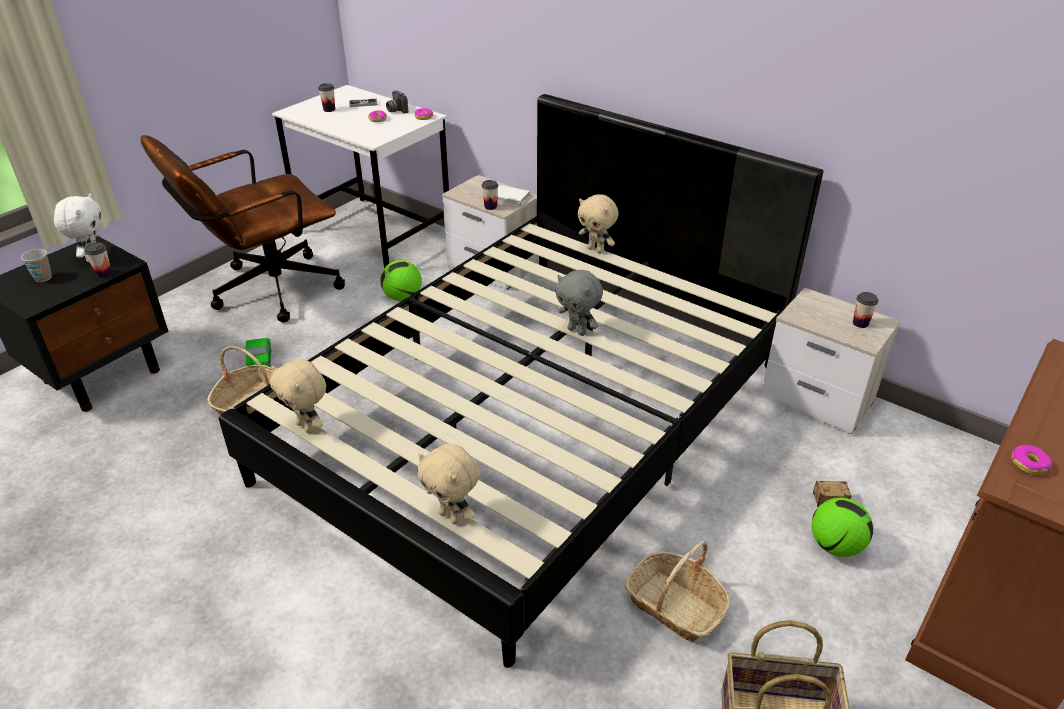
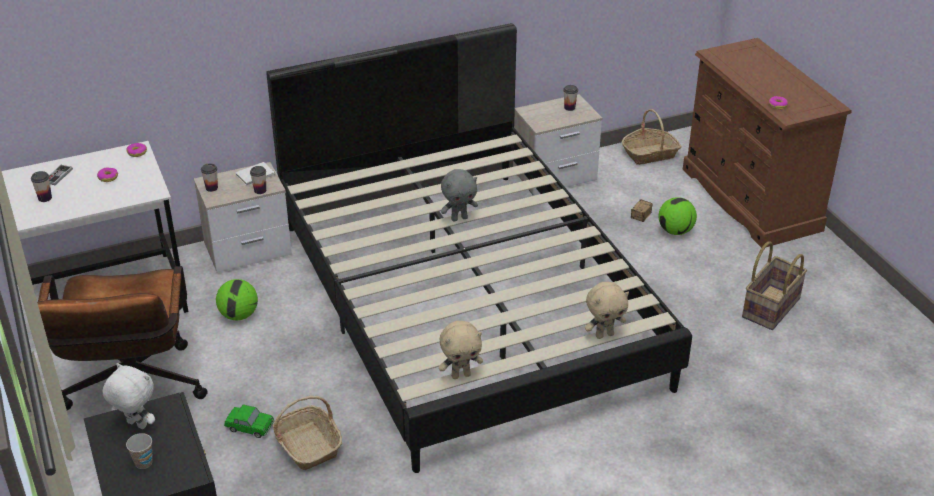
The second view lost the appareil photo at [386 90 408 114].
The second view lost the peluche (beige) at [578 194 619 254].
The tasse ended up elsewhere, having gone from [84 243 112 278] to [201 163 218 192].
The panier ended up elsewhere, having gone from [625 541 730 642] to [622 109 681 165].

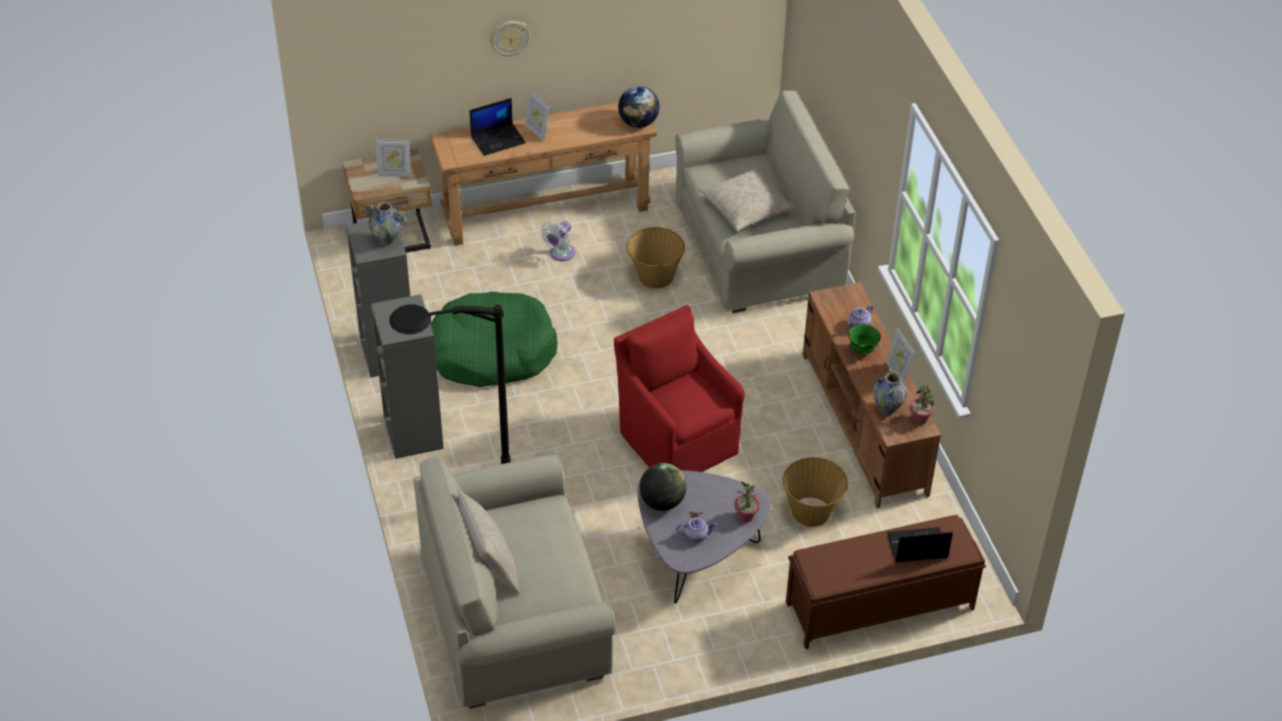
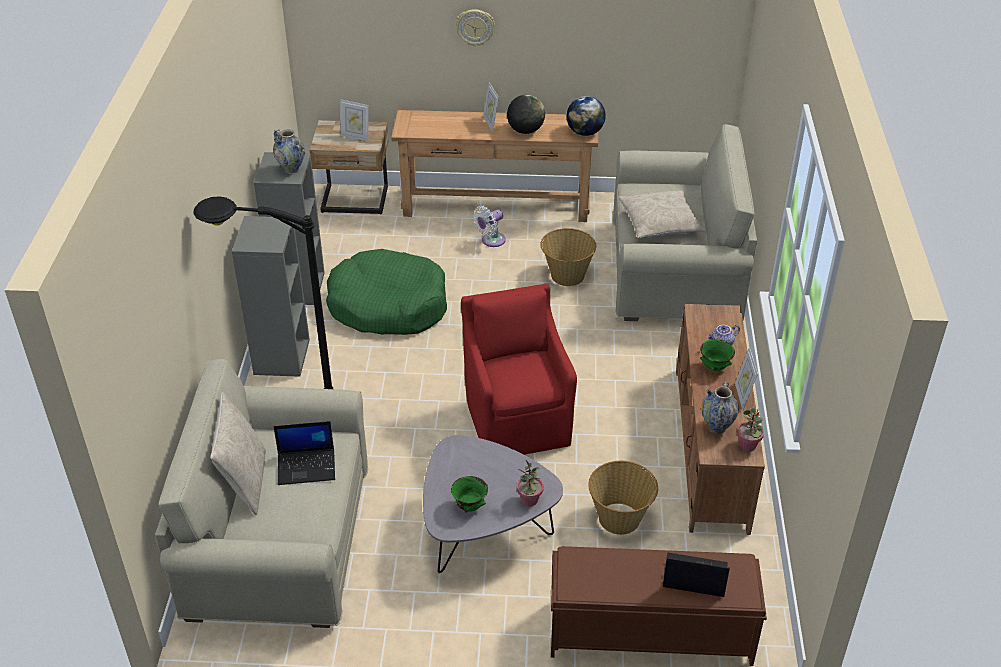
The ordinateur portable ended up elsewhere, having gone from [470 98 526 156] to [273 421 335 485].
The globe ended up elsewhere, having gone from [640 463 686 511] to [507 95 545 134].
Where the théière stood at [676 518 717 542], the bol (vert) came to stand at [451 476 488 512].

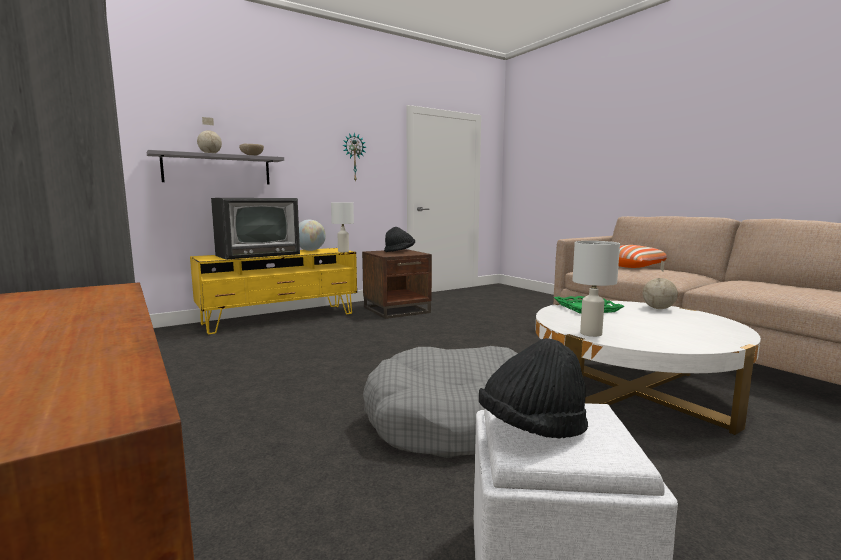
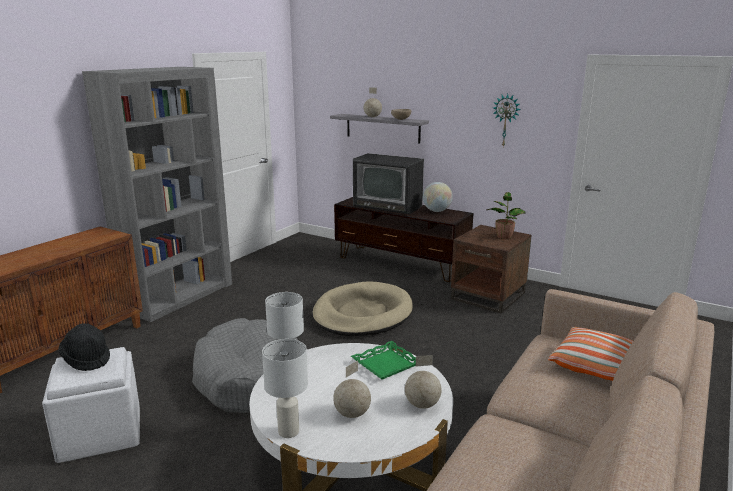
The second view gained the panier pour chien (beige) at [312 281 413 336].
The second view gained the globe at [333 361 371 418].
The lampe de table (blanc) ended up elsewhere, having gone from [331 203 354 252] to [262 339 308 438].
Where the chapeau (noir) stood at [384 227 415 252], the plante en pot came to stand at [486 192 525 239].
What was the meuble télé (jaune) at [190 248 357 334] turned into the meuble télé (marron) at [334 197 474 282].

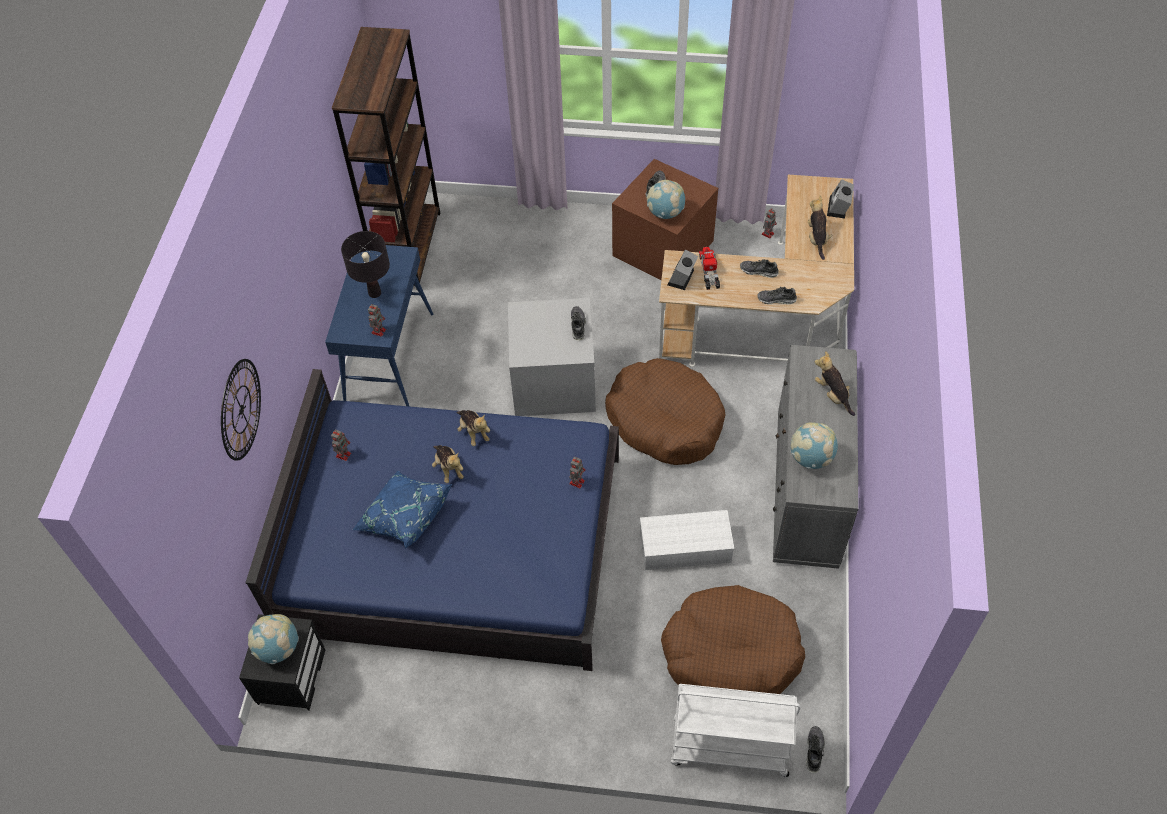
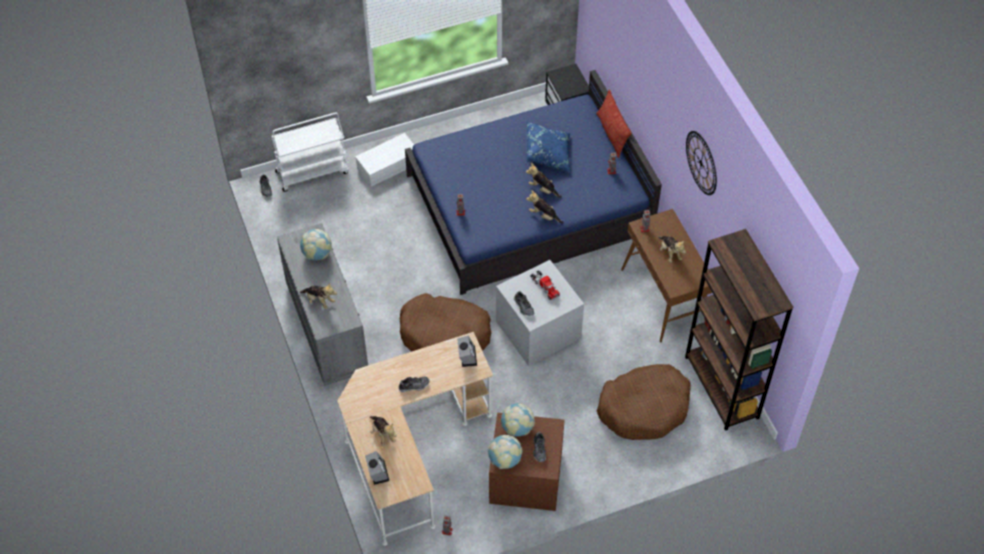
The second view lost the chaussure at [757 287 797 304].
The second view gained the coussin at [596 90 632 158].
The horloge murale ended up elsewhere, having gone from [221 359 261 461] to [686 131 717 195].
The globe ended up elsewhere, having gone from [248 614 299 664] to [488 435 522 469].
The boîte de rangement (blanc) ended up elsewhere, having gone from [640 510 734 570] to [355 133 414 187].
The panier pour chien (marron) ended up elsewhere, having gone from [661 585 805 694] to [597 364 691 440].
The camion jouet ended up elsewhere, having gone from [699 247 720 290] to [531 270 560 301].
Where the lampe de table (noir) stood at [341 231 390 298], the peluche came to stand at [658 236 686 262].
What was the table console (bleu) at [325 245 433 407] turned into the table console (marron) at [621 209 712 343].

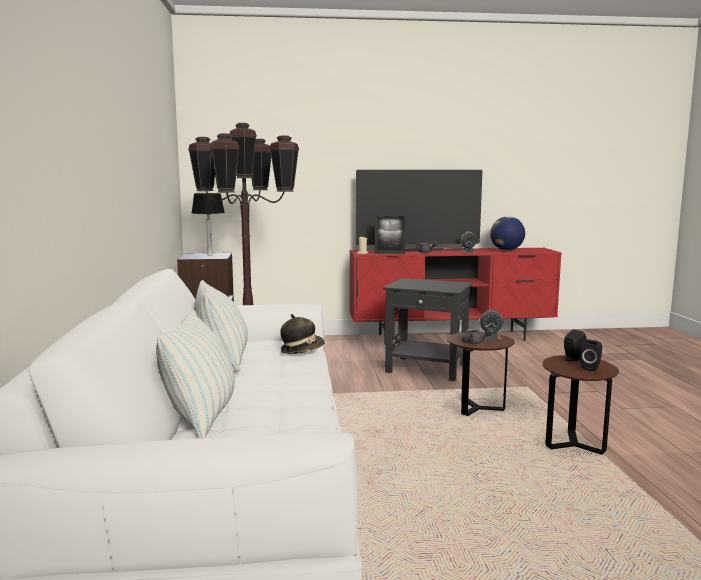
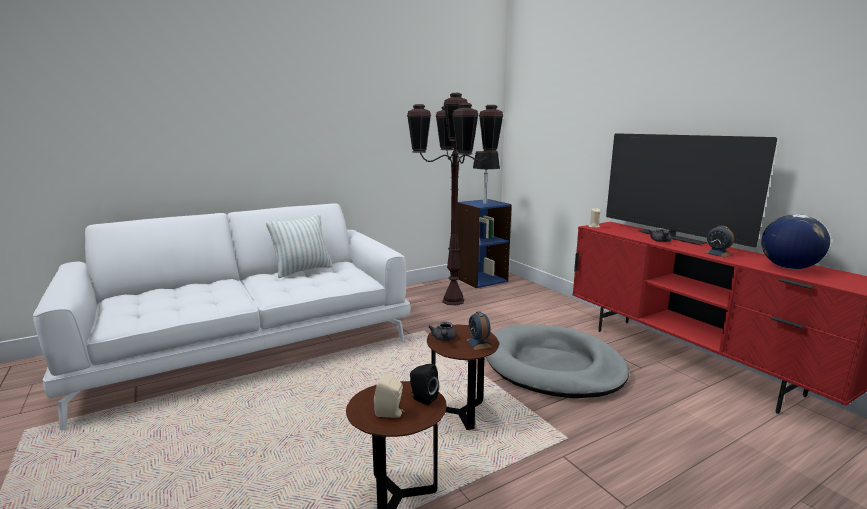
The second view lost the coussin at [156 310 235 438].
The second view lost the chapeau at [280 314 324 354].
The second view lost the cadre photo at [375 216 406 254].
Where the table d'appoint (noir) stood at [383 278 473 381], the panier pour chien (gris) came to stand at [486 324 629 398].
What was the enceinte (noir) at [580 339 602 372] turned into the enceinte (beige) at [374 373 405 418].

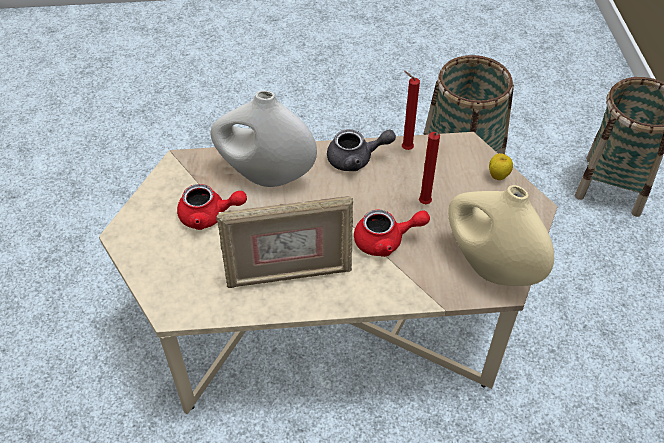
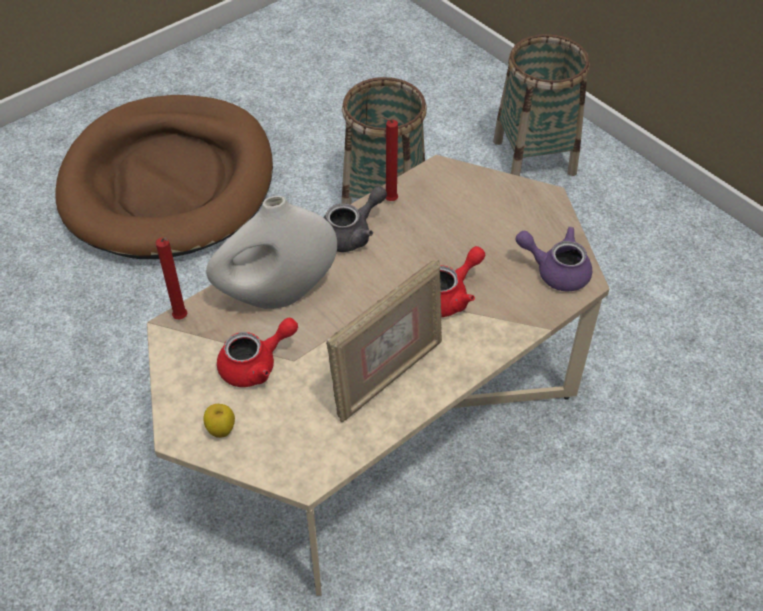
The second view gained the panier pour chien (marron) at [55 95 273 259].
The bougie (rouge) ended up elsewhere, having gone from [419 132 440 204] to [156 237 187 320].
The pomme ended up elsewhere, having gone from [489 153 513 180] to [203 404 235 438].
Where the vase (beige) stood at [448 185 554 286], the théière (violet) came to stand at [516 227 592 291].

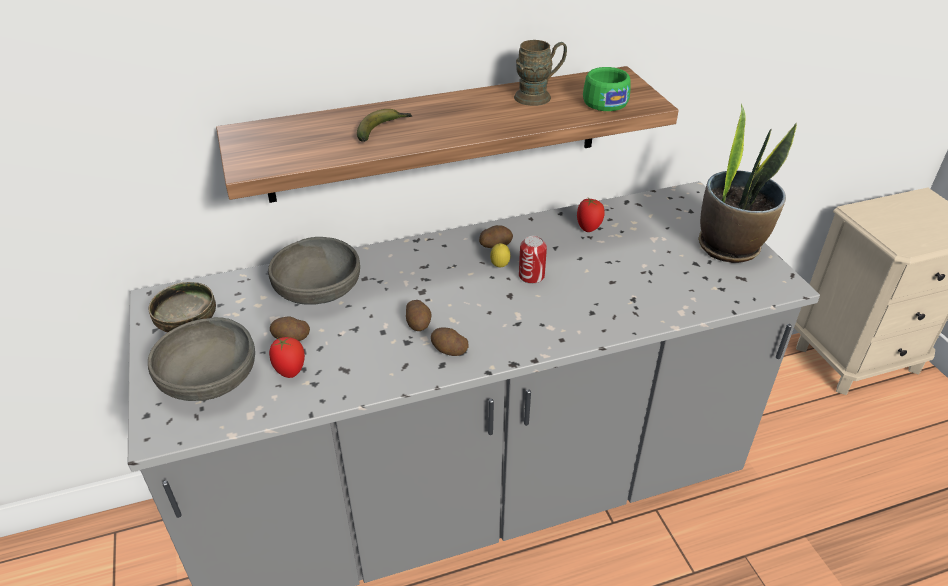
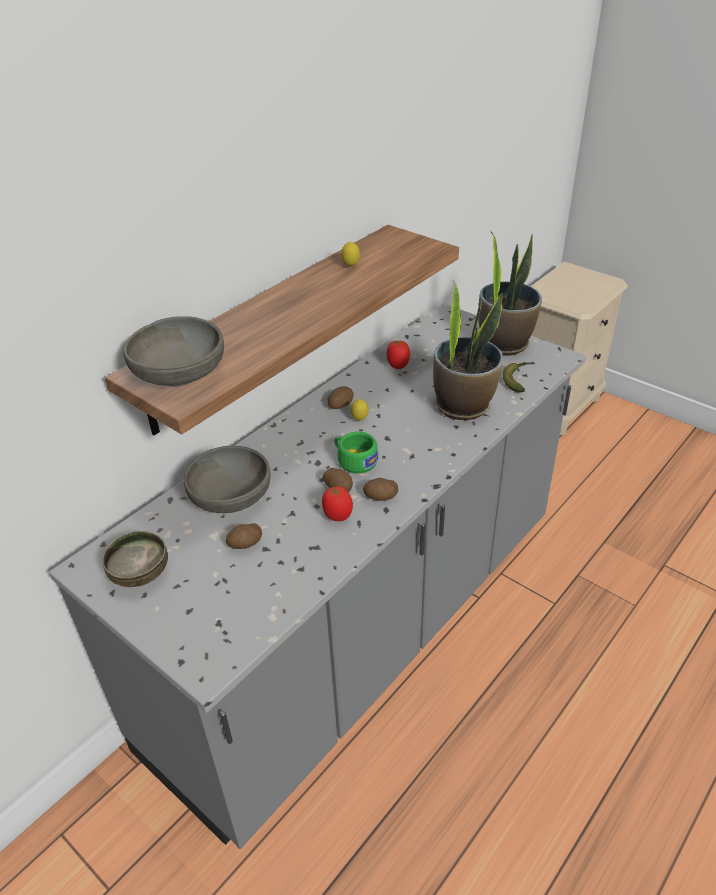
The second view lost the boîte métallique at [519 236 547 284].
The second view gained the plante en pot at [433 280 503 420].
The bol (gris) ended up elsewhere, having gone from [148 317 255 401] to [123 316 224 386].
The tomate ended up elsewhere, having gone from [269 337 305 378] to [322 486 353 521].
The banane ended up elsewhere, having gone from [357 109 412 142] to [502 362 527 392].
The tasse (vert) ended up elsewhere, having gone from [583 67 631 111] to [334 432 378 474].
Where the mug (marron) stood at [514 40 567 106], the citron came to stand at [341 242 360 267].

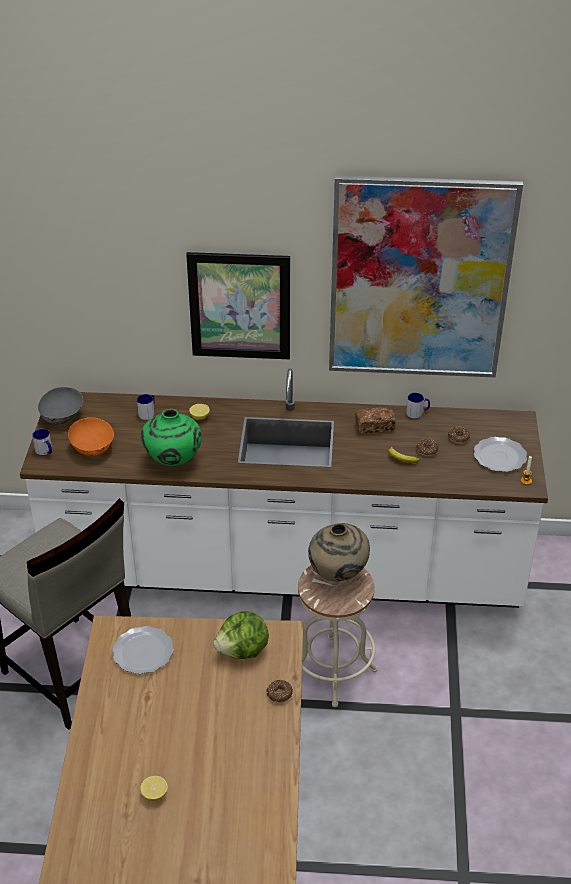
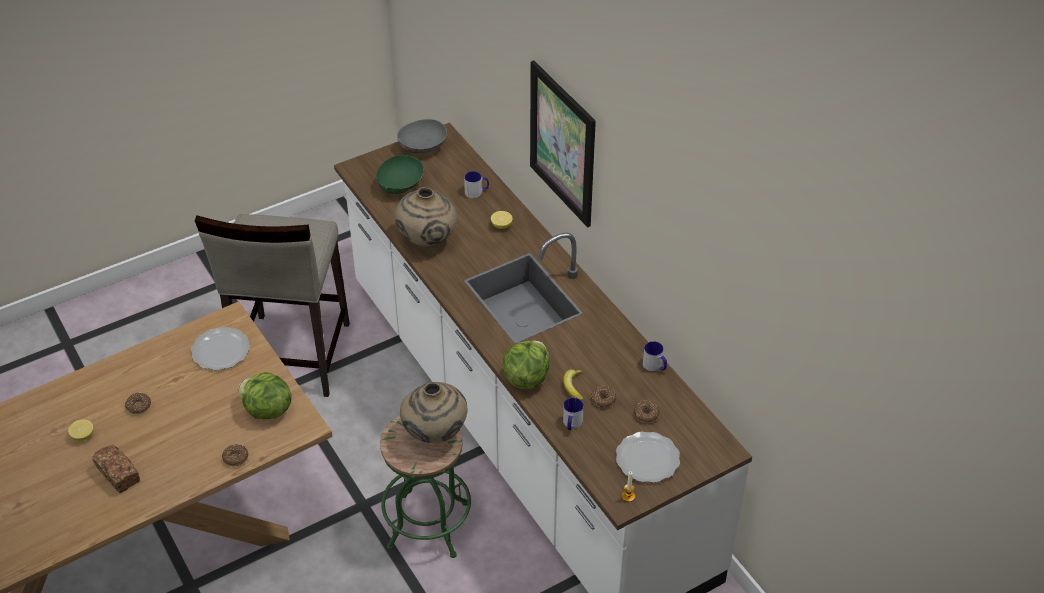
The second view lost the tableau at [329 175 523 378].
The second view gained the beignet at [125 393 151 414].
The second view gained the laitue at [503 341 550 389].
The mug ended up elsewhere, having gone from [32 429 52 455] to [563 397 584 430].
The pain ended up elsewhere, having gone from [355 407 396 434] to [92 445 140 493].
What was the bol (orange) at [68 417 114 456] turned into the bol (vert) at [376 155 424 194].
What was the vase (vert) at [141 409 202 466] turned into the vase (beige) at [395 187 457 247].
What was the tabouret (beige) at [298 565 378 707] turned into the tabouret (vert) at [380 415 471 558].

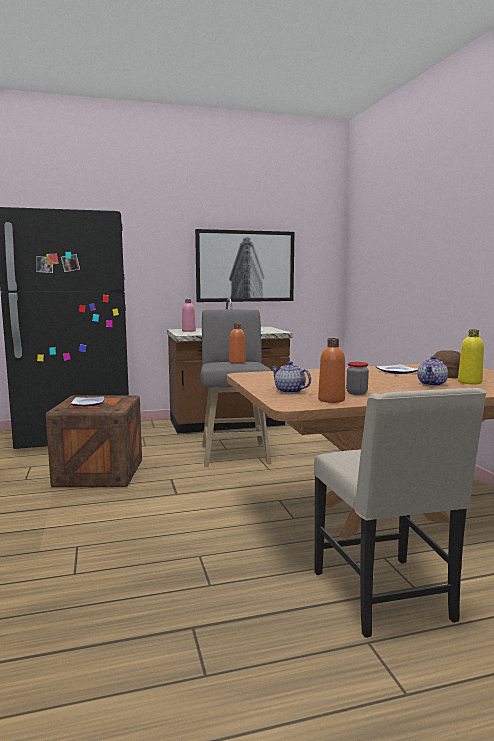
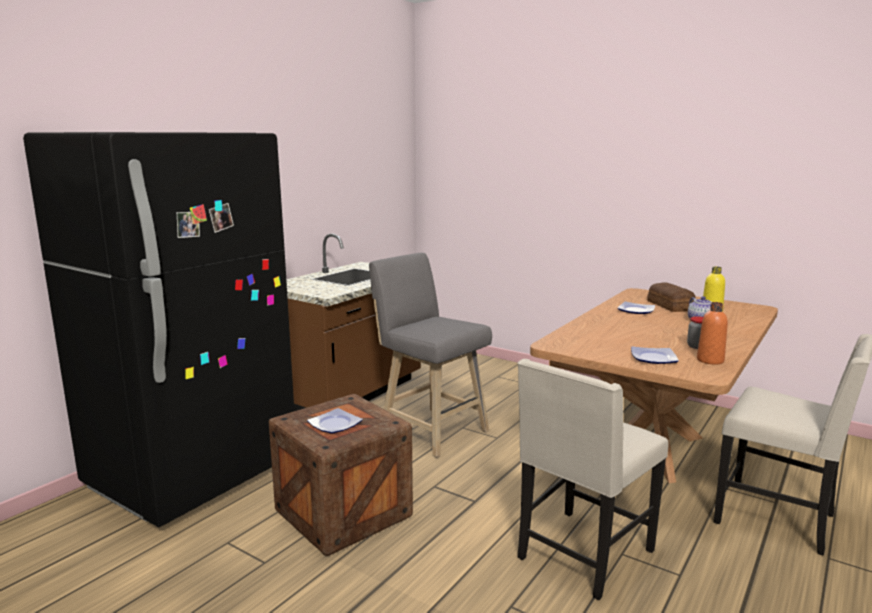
The second view lost the bouteille (rose) at [182 299 196 332].
The second view lost the tableau at [195 229 295 302].
The second view lost the bouteille (orange) at [229 324 246 364].
The second view gained the chaise (beige) at [518 359 668 600].
Where the théière stood at [271 361 311 394], the assiette came to stand at [631 346 679 364].

